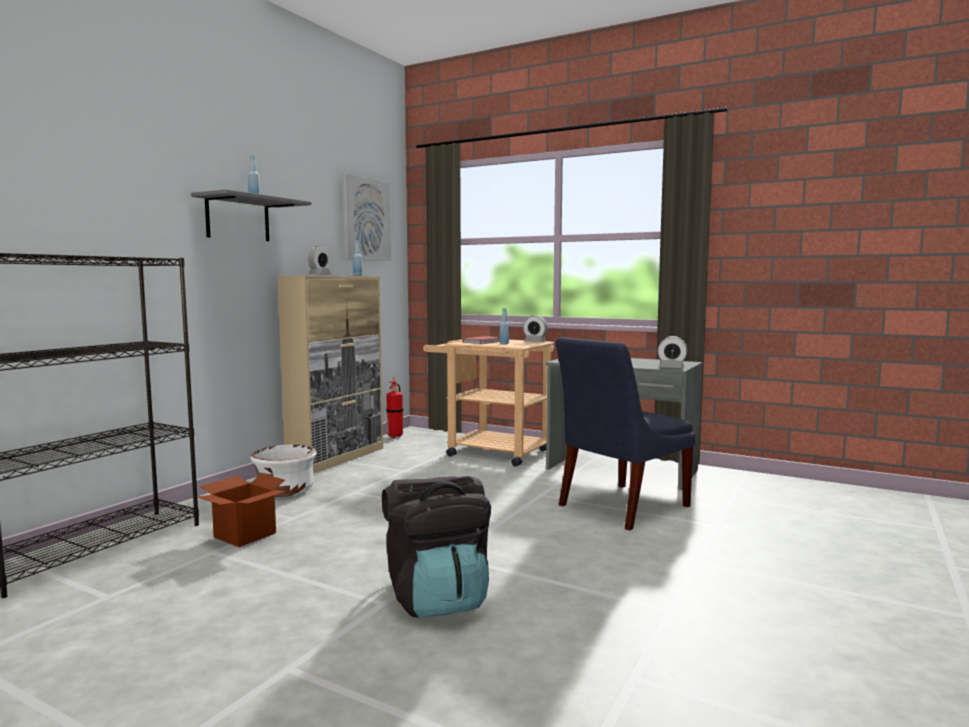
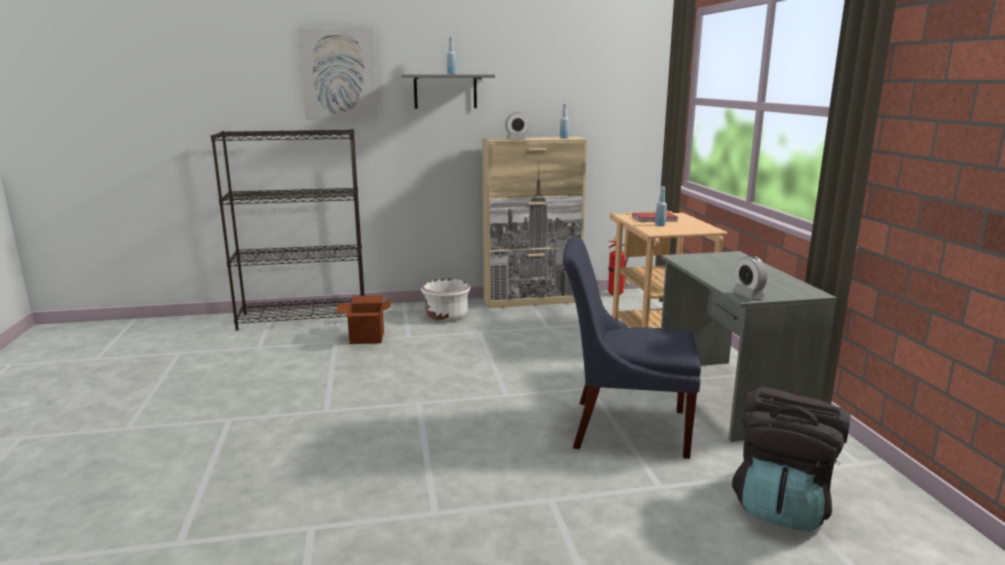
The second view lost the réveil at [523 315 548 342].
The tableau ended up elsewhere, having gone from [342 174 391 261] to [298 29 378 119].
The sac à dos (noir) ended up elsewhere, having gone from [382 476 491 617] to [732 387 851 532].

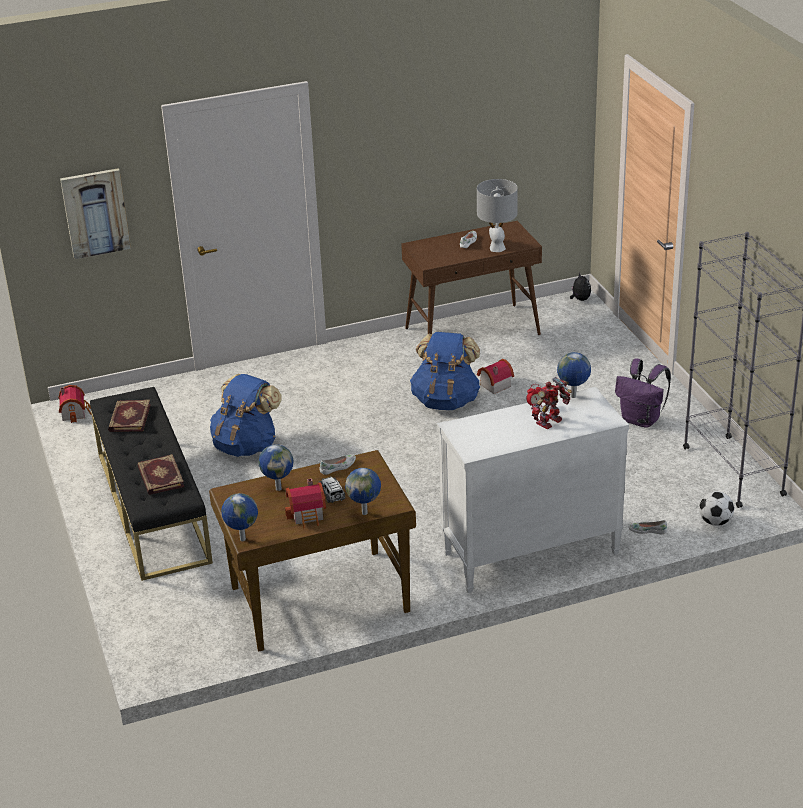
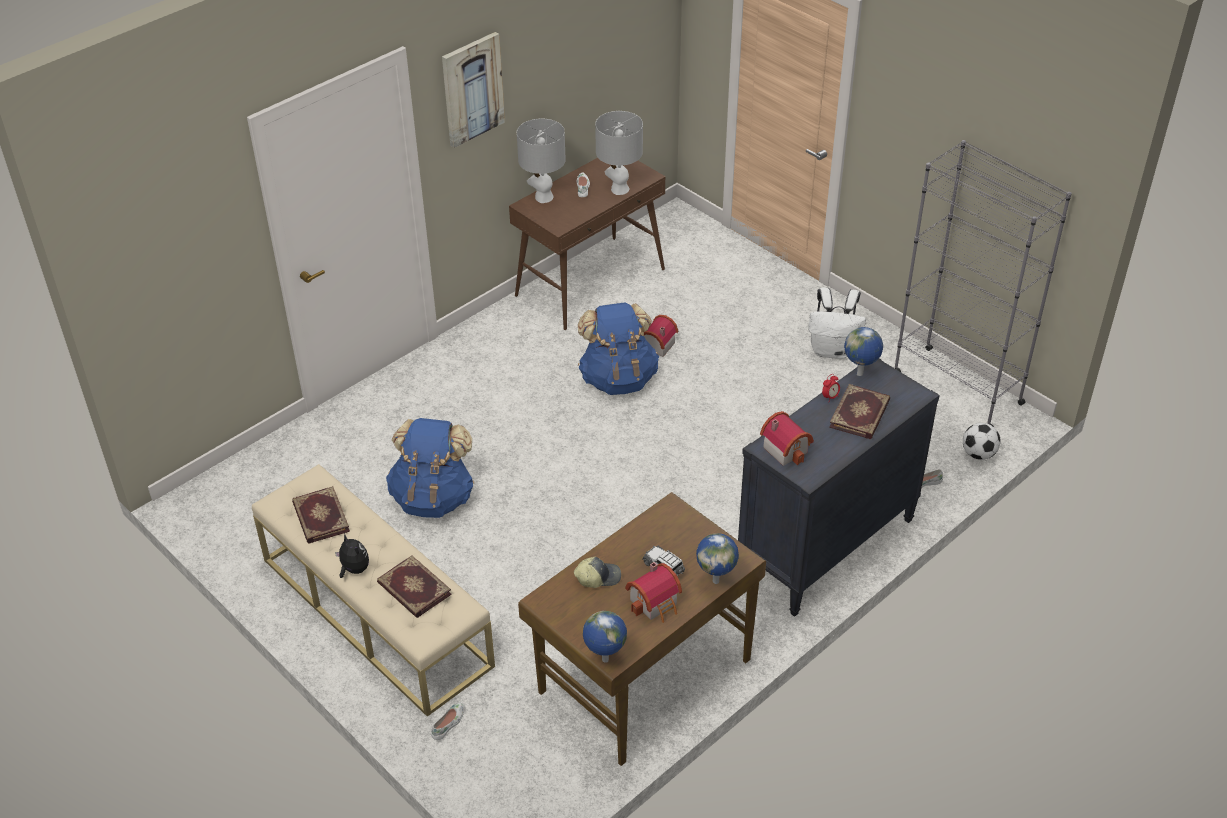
The second view gained the lampe de table (gris) at [517 118 566 203].
The maison miniature ended up elsewhere, having gone from [59 385 92 423] to [760 411 814 466].
The tableau ended up elsewhere, having gone from [60 168 131 259] to [442 32 505 148].
The chaussure (blanc) ended up elsewhere, having gone from [320 455 356 475] to [431 702 464 740].
The peluche ended up elsewhere, having gone from [570 273 591 301] to [335 534 369 578].
Where the globe stood at [259 444 293 491], the casquette came to stand at [574 557 621 588].
Where the robot jouet stood at [531 377 572 429], the livre came to stand at [829 384 890 439].
What was the banc (noir) at [90 387 213 581] turned into the banc (beige) at [252 464 495 717].
What was the commode (blanc) at [437 387 629 593] turned into the commode (noir) at [738 359 940 617].
What was the sac à dos (violet) at [615 359 671 428] turned into the sac à dos (blanc) at [808 287 866 359].

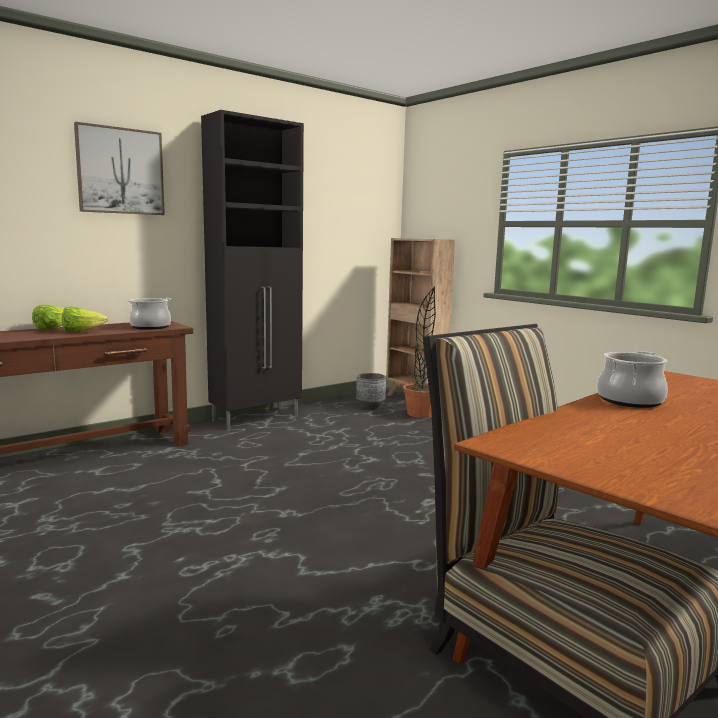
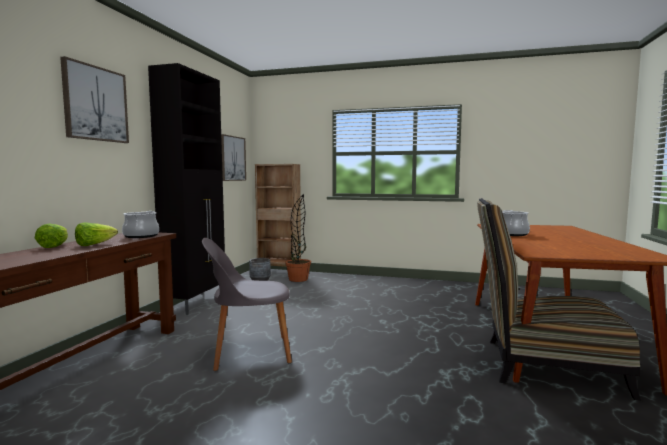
The second view gained the chaise (gris) at [202 238 292 371].
The second view gained the tableau at [221 134 246 181].

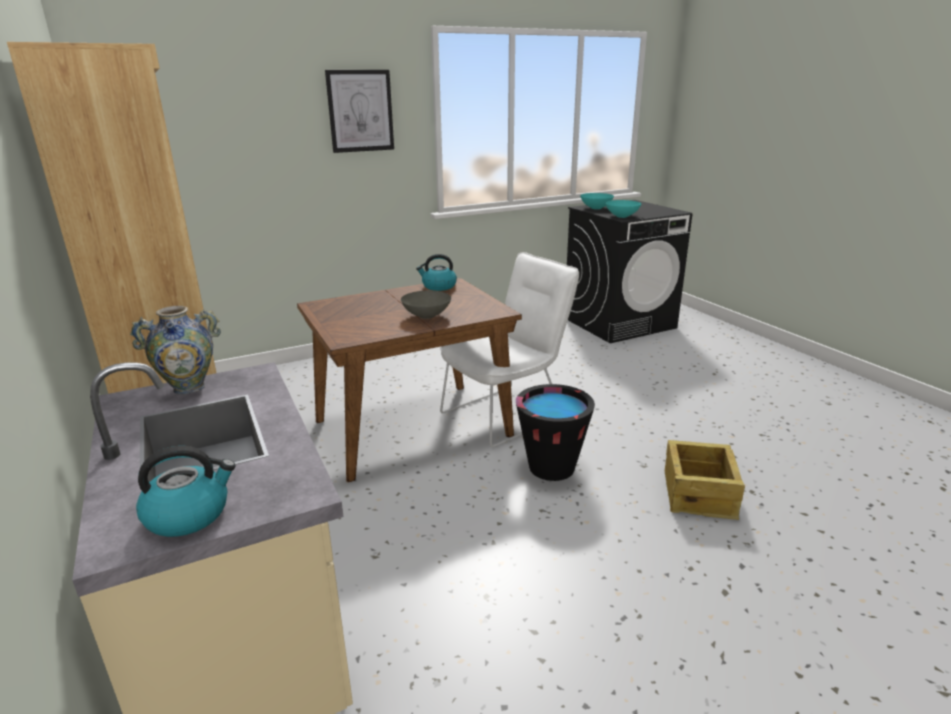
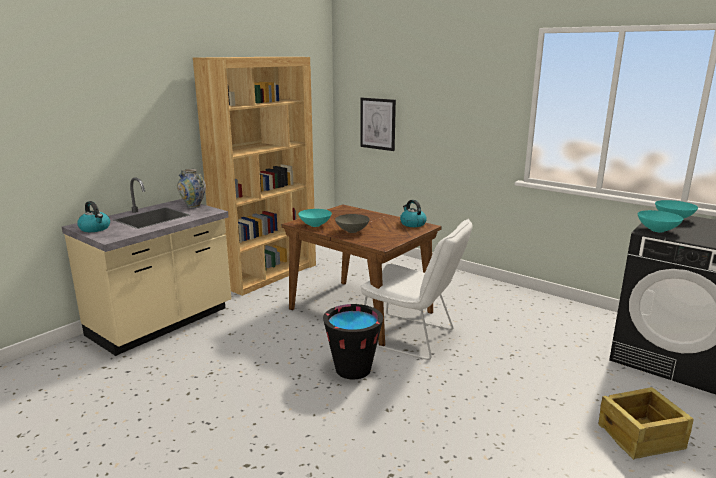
The second view gained the bol (turquoise) at [298 209 332 227].
The tableau ended up elsewhere, having gone from [325 70 394 153] to [360 98 396 151].
The caisse ended up elsewhere, having gone from [665 440 745 520] to [598 387 694 460].

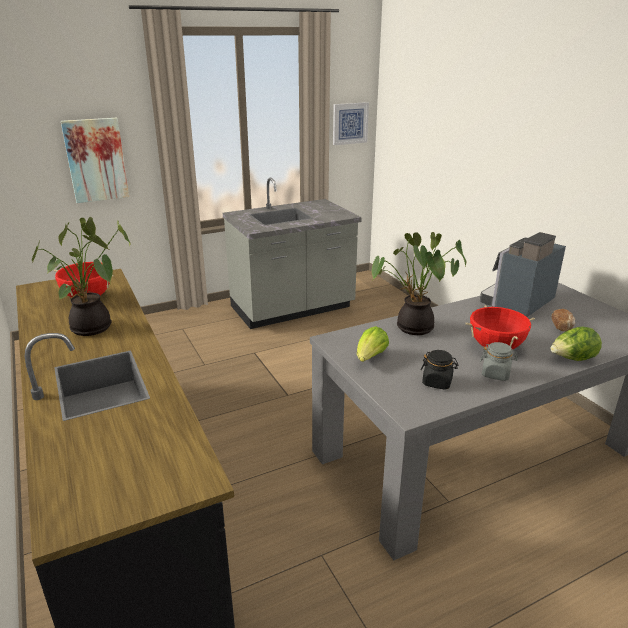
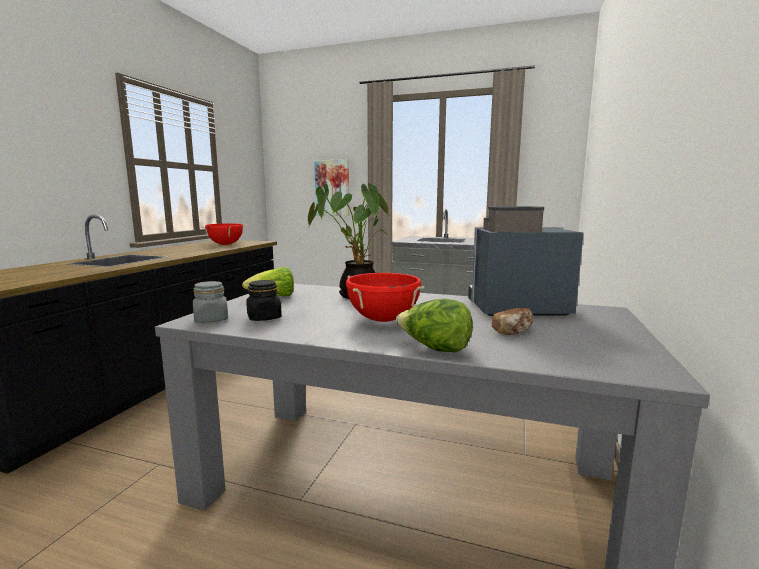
The second view lost the plante en pot at [32 217 130 336].
The second view lost the tableau at [333 102 369 145].
The bocal (gris) ended up elsewhere, having gone from [480 342 518 381] to [193 281 228 323].

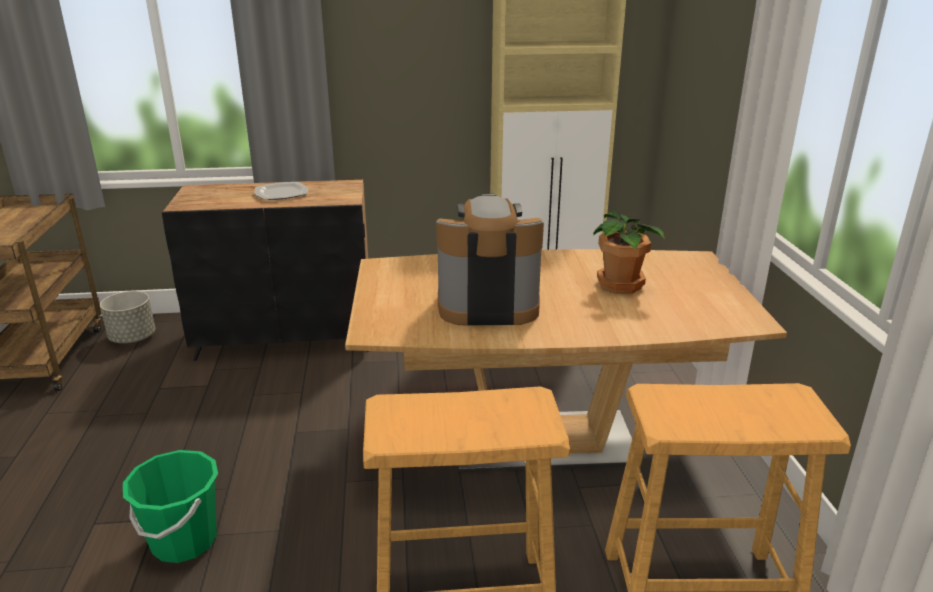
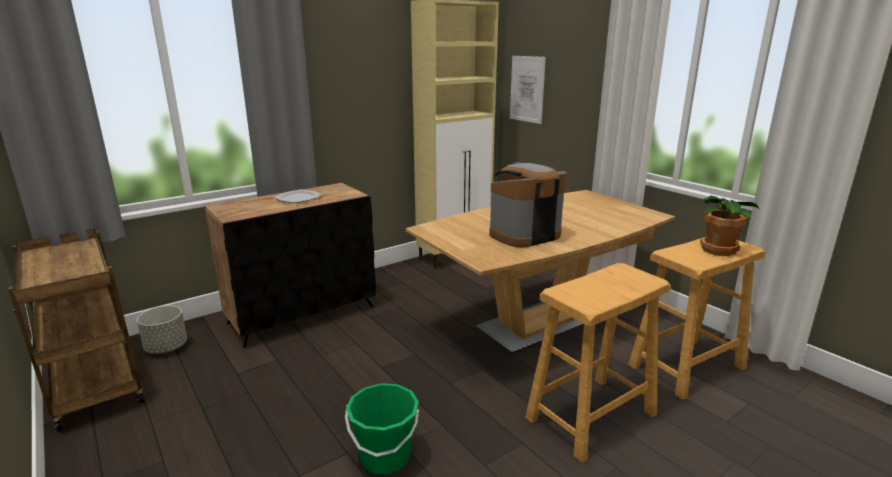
The second view gained the tableau at [510 56 546 124].
The plante en pot ended up elsewhere, having gone from [593 210 665 294] to [700 195 759 256].

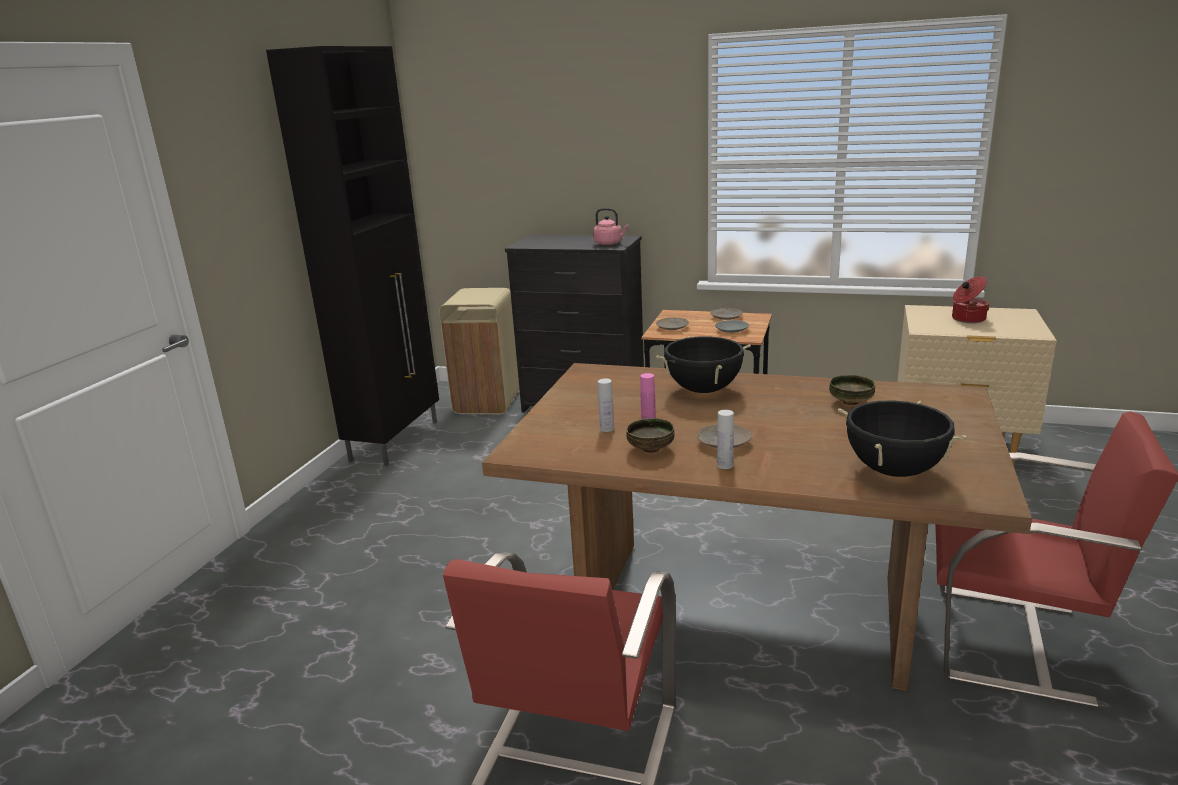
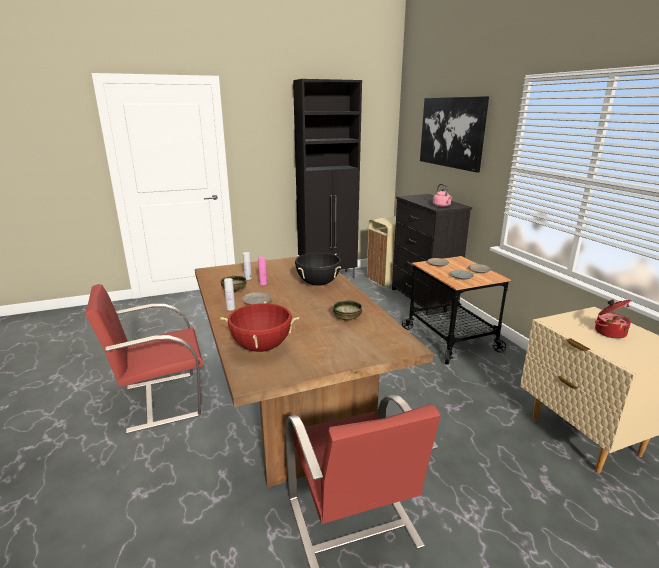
The second view gained the tableau at [420 96 489 172].
What was the marmite (noir) at [838 400 967 477] turned into the marmite (rouge) at [220 301 299 352].

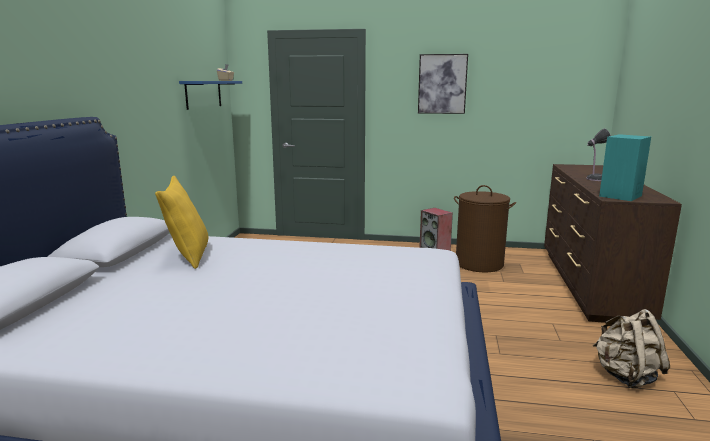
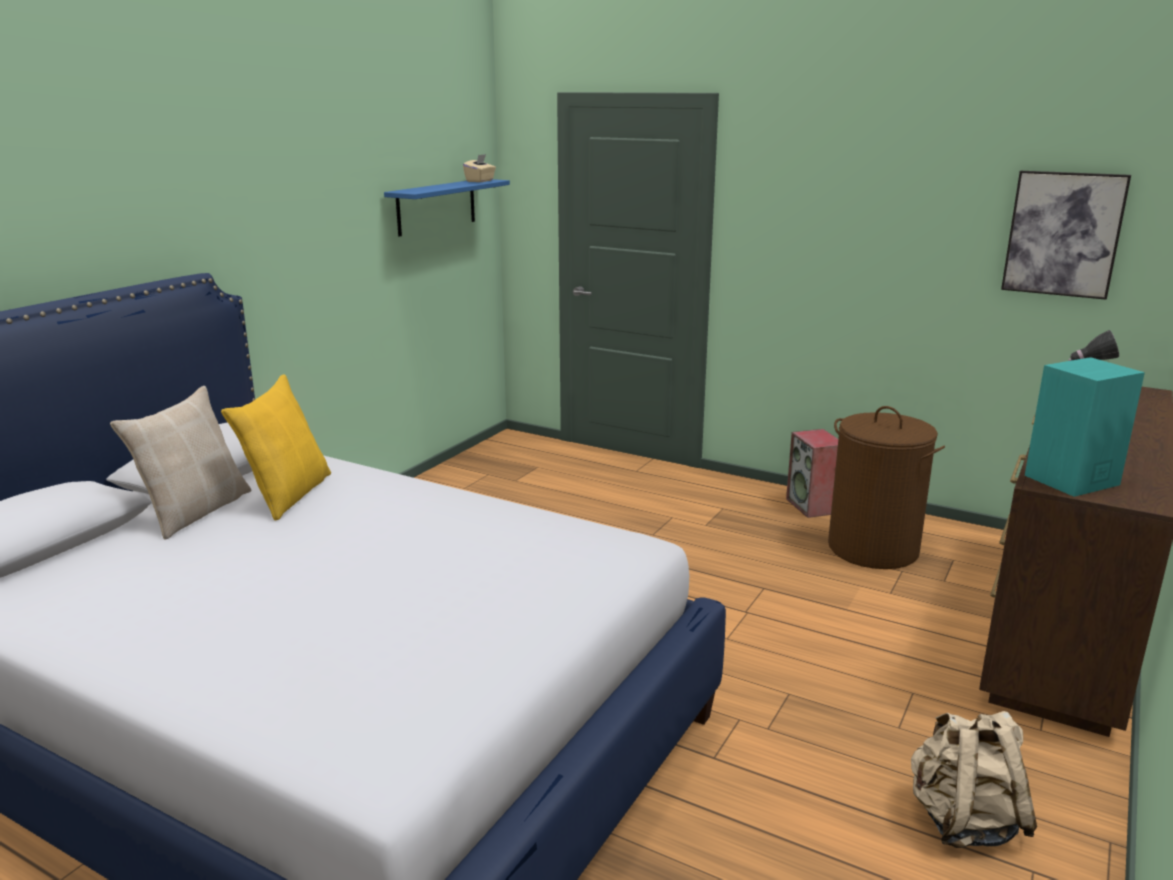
The second view gained the coussin (beige) at [110 386 251 539].
The tableau ended up elsewhere, having gone from [418 54 468 114] to [1001 171 1131 300].

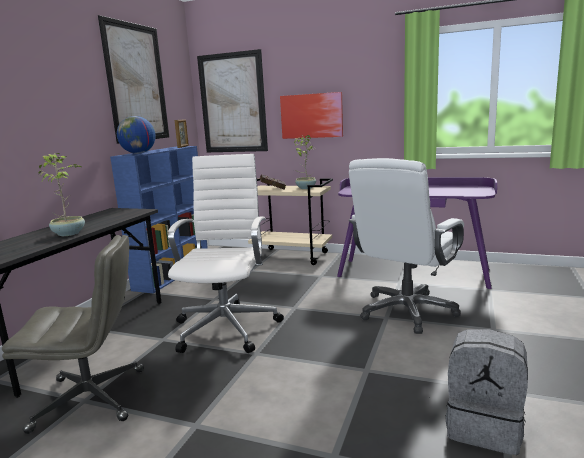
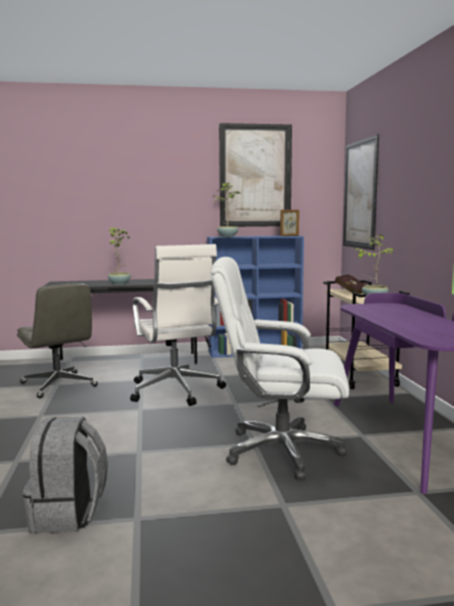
The second view lost the tableau at [280 92 343 139].
Where the globe stood at [117 116 156 154], the plante en pot came to stand at [213 183 241 237].
The chaise de bureau (blanc) at [168 154 284 353] ended up facing another way, 90 degrees clockwise from before.

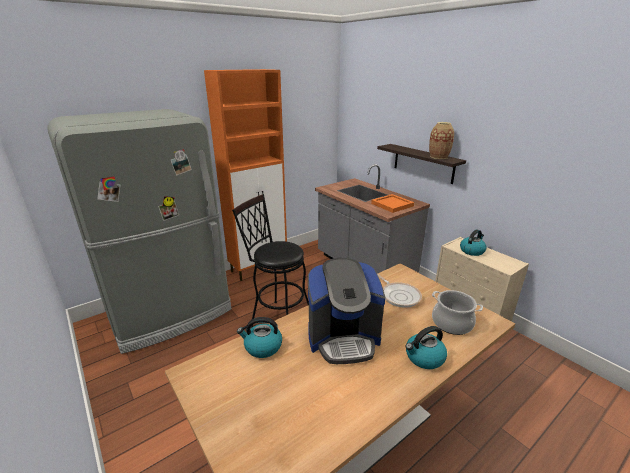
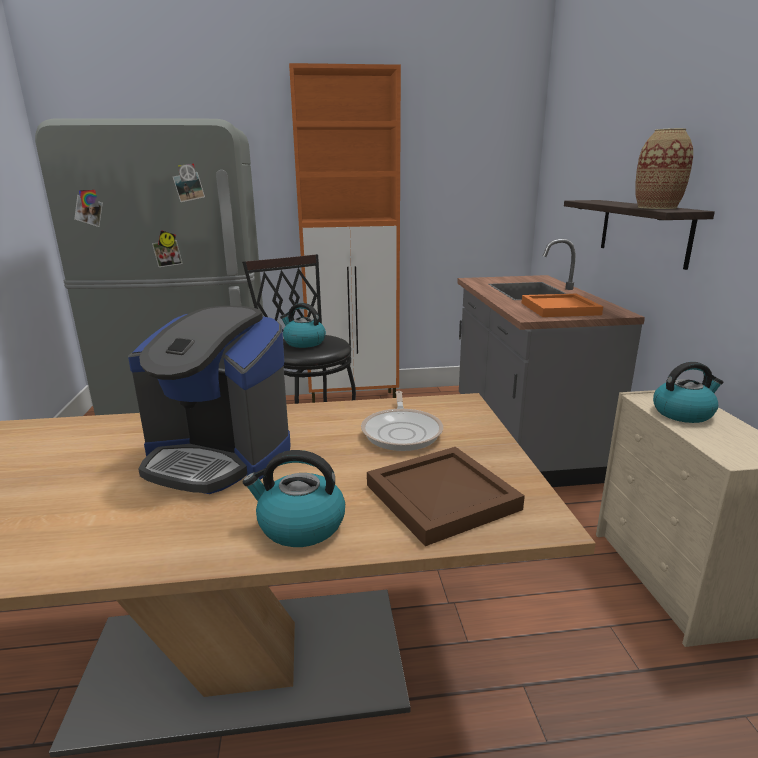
The bouilloire ended up elsewhere, having gone from [237 317 282 358] to [280 303 326 348].
Where the marmite stood at [432 290 483 335], the plateau (marron) came to stand at [367 447 525 546].

